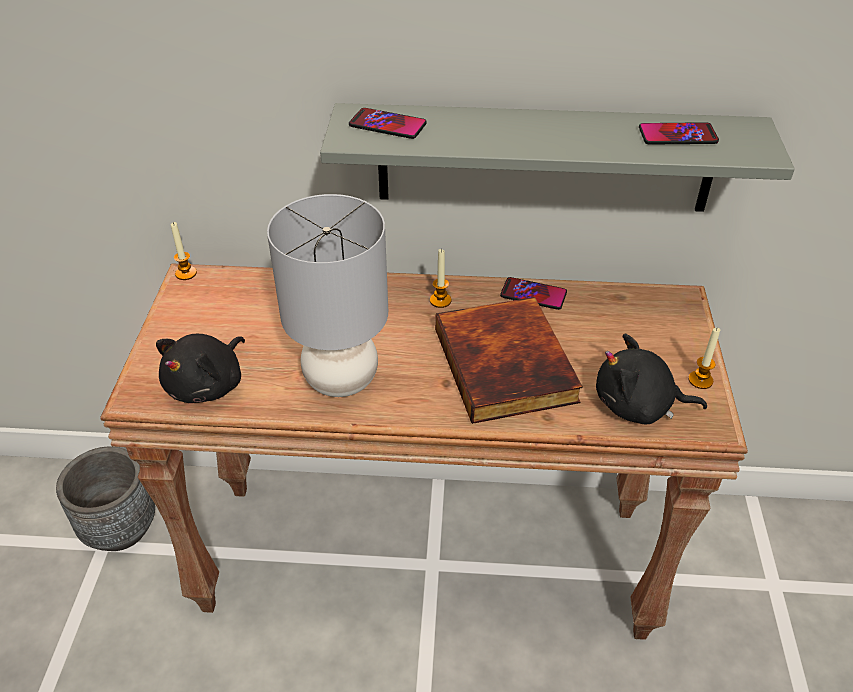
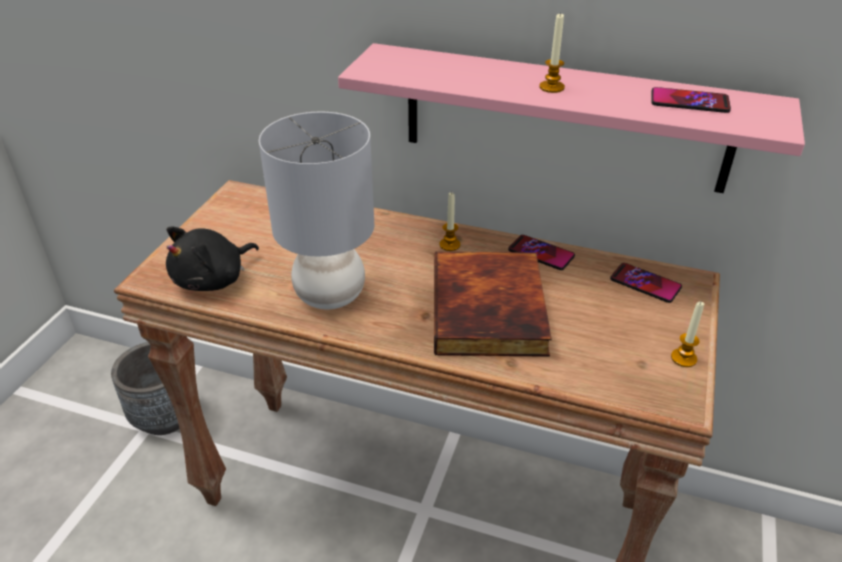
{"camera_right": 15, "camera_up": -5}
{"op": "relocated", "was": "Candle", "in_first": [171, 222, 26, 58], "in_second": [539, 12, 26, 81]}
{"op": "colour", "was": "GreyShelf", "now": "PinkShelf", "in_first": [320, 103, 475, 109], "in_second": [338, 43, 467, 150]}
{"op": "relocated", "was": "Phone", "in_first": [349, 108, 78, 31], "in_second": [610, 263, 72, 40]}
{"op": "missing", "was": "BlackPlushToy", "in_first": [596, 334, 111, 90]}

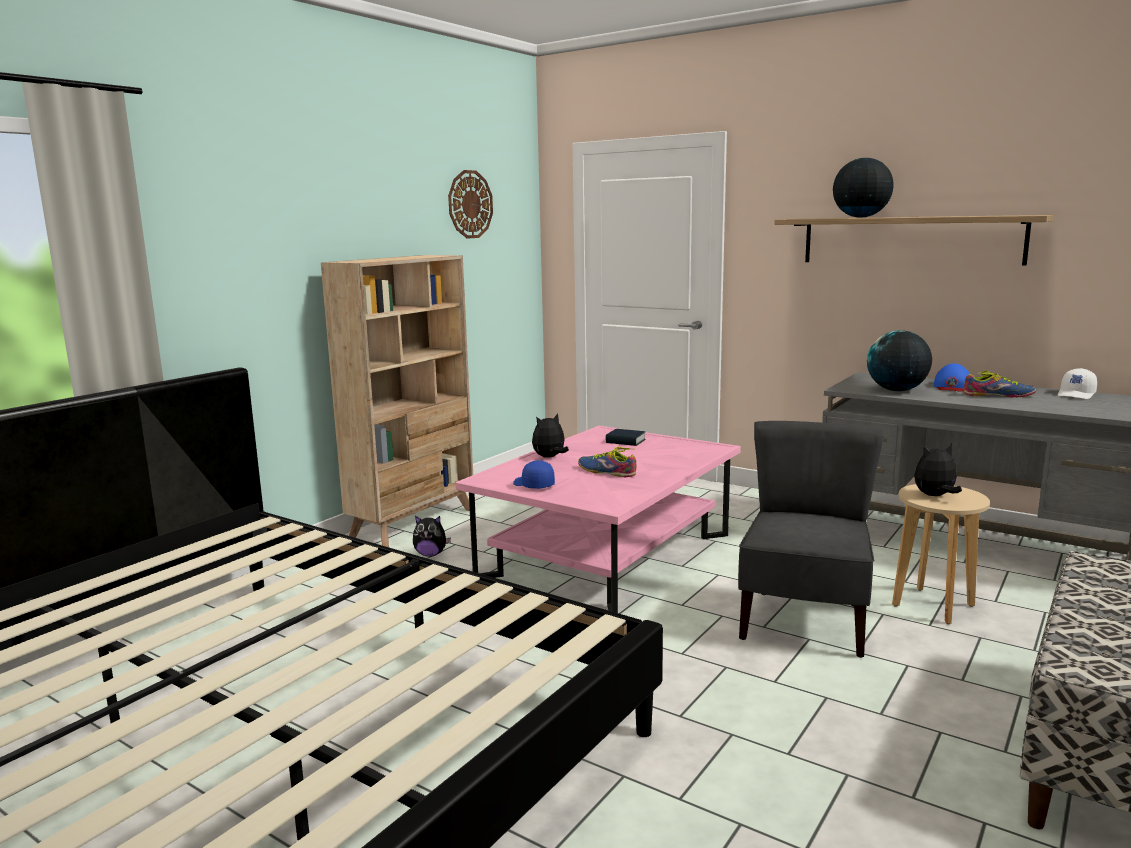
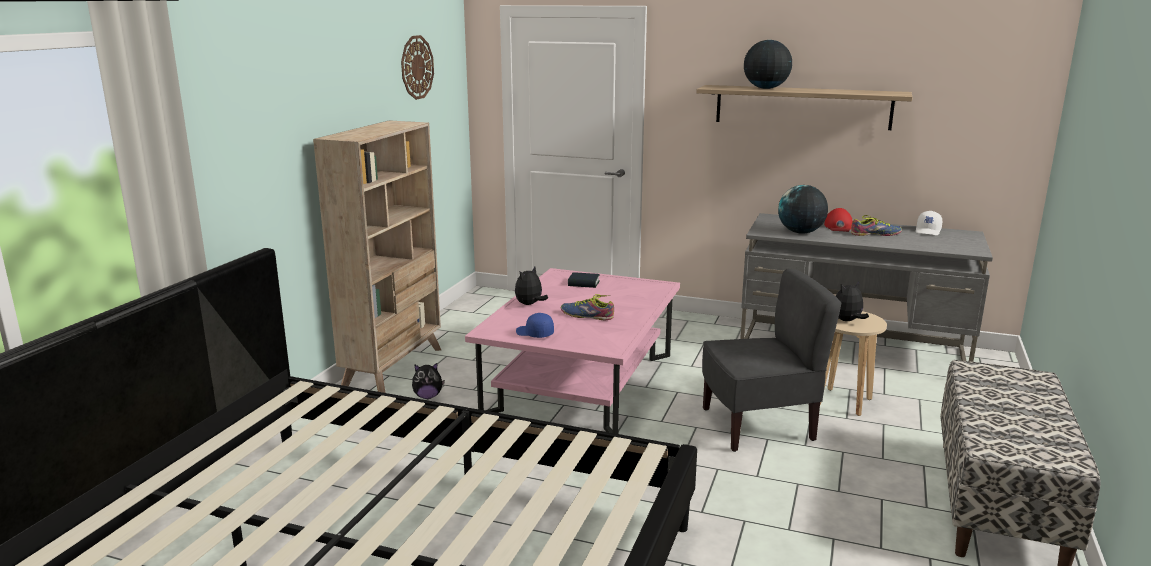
{"camera_right": -15, "camera_up": 5}
{"op": "spun", "was": "GreyChair", "in_first": [738, 421, 146, 237], "in_second": [702, 269, 139, 183], "clockwise": 75}
{"op": "colour", "was": "BlueCap", "now": "RedCap", "in_first": [934, 363, 36, 29], "in_second": [824, 208, 29, 24]}

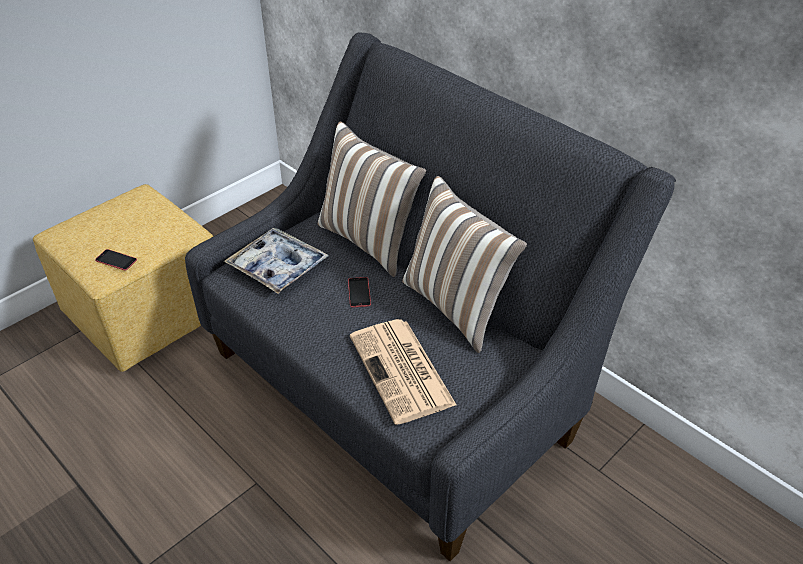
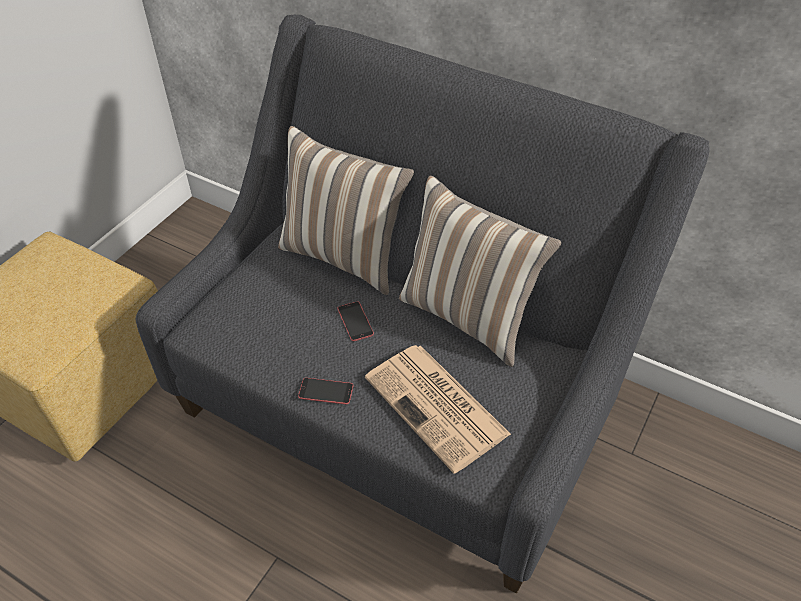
{"camera_right": -15, "camera_up": 5}
{"op": "relocated", "was": "Phone", "in_first": [95, 249, 42, 21], "in_second": [298, 378, 55, 26]}
{"op": "missing", "was": "Tray", "in_first": [224, 228, 105, 66]}

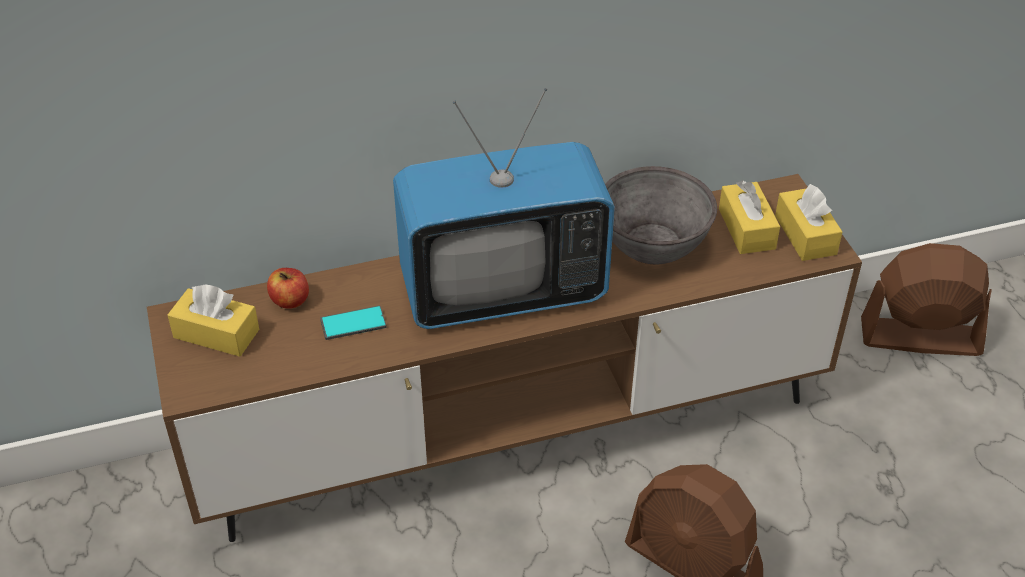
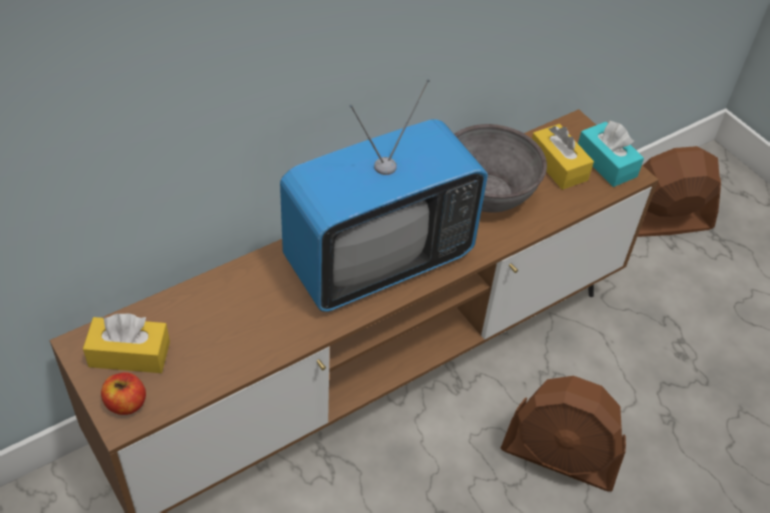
{"camera_right": -20, "camera_up": 5}
{"op": "relocated", "was": "Apple", "in_first": [267, 268, 42, 41], "in_second": [101, 373, 45, 42]}
{"op": "missing", "was": "Phone", "in_first": [320, 306, 67, 34]}
{"op": "colour", "was": "YellowTissueBox", "now": "TurquoiseTissueBox", "in_first": [775, 184, 67, 77], "in_second": [578, 120, 66, 67]}

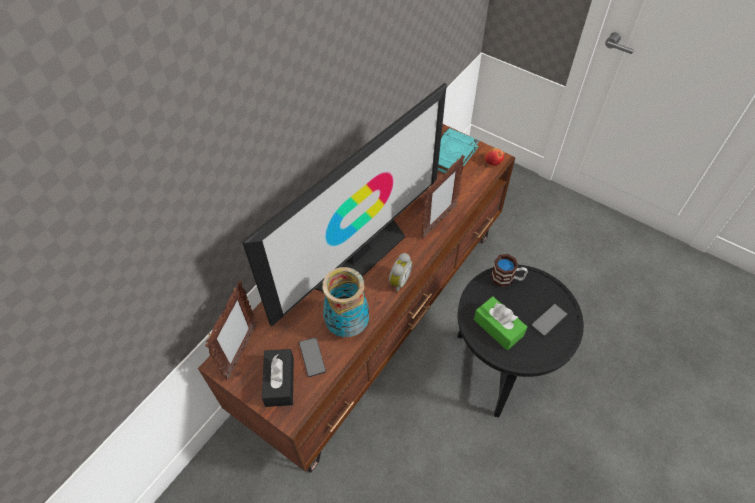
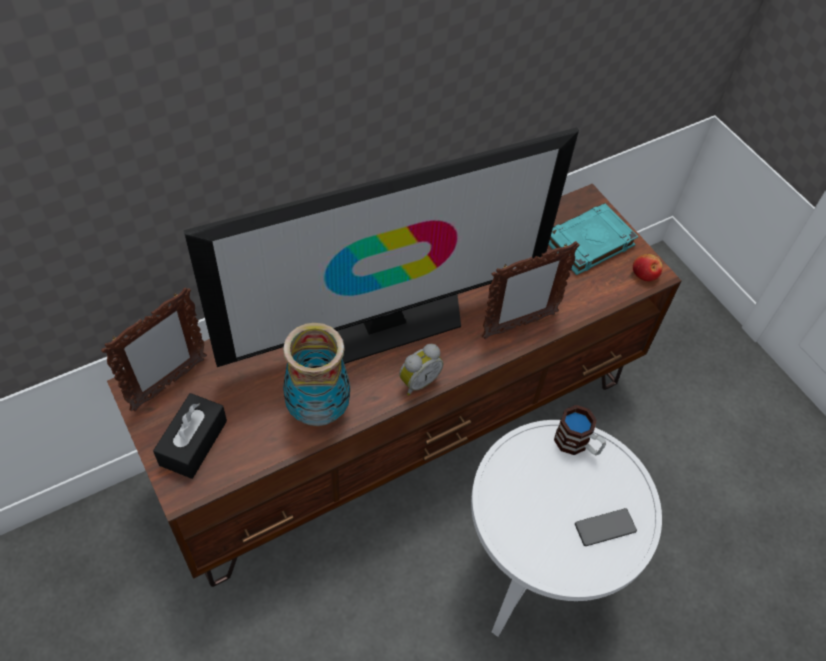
{"camera_right": 20, "camera_up": 0}
{"op": "missing", "was": "Phone", "in_first": [299, 337, 27, 40]}
{"op": "colour", "was": "BlackSideTable", "now": "WhiteSideTable", "in_first": [457, 265, 127, 152], "in_second": [471, 420, 191, 217]}
{"op": "missing", "was": "GreenTissueBox", "in_first": [474, 296, 53, 54]}

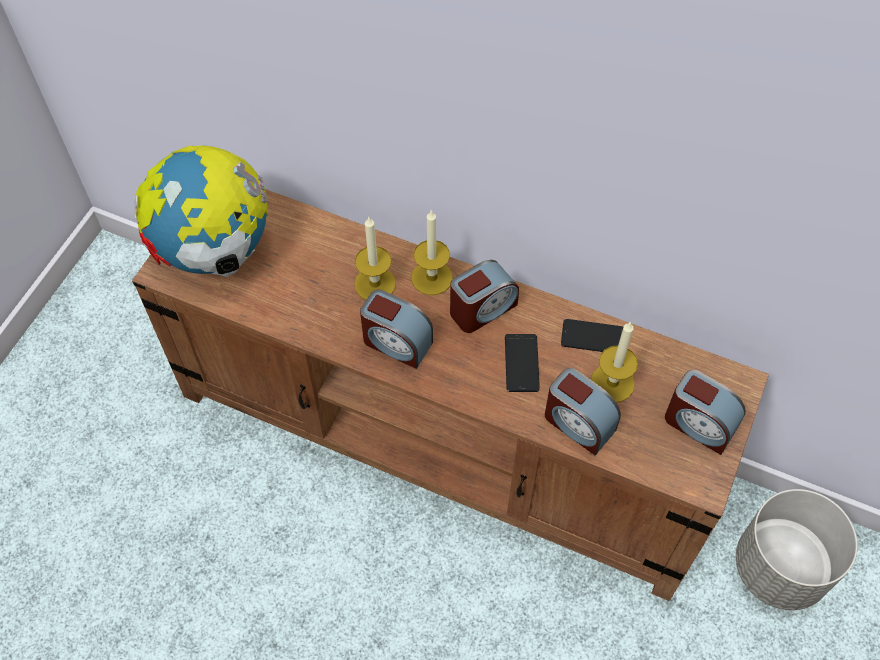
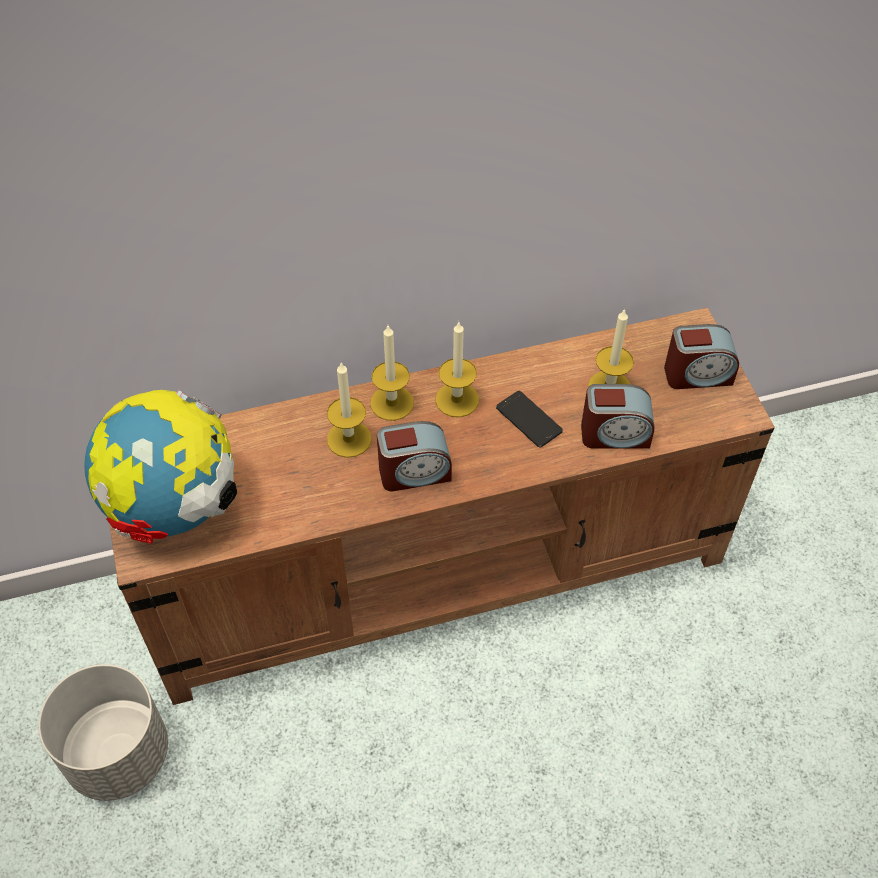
{"camera_right": -40, "camera_up": -5}
{"op": "exchanged", "was": "AlarmClock", "now": "Candle", "in_first": [450, 260, 69, 73], "in_second": [435, 321, 44, 96]}
{"op": "missing", "was": "Phone", "in_first": [561, 319, 63, 33]}
{"op": "relocated", "was": "GreyPlanter", "in_first": [736, 489, 122, 121], "in_second": [38, 664, 130, 137]}

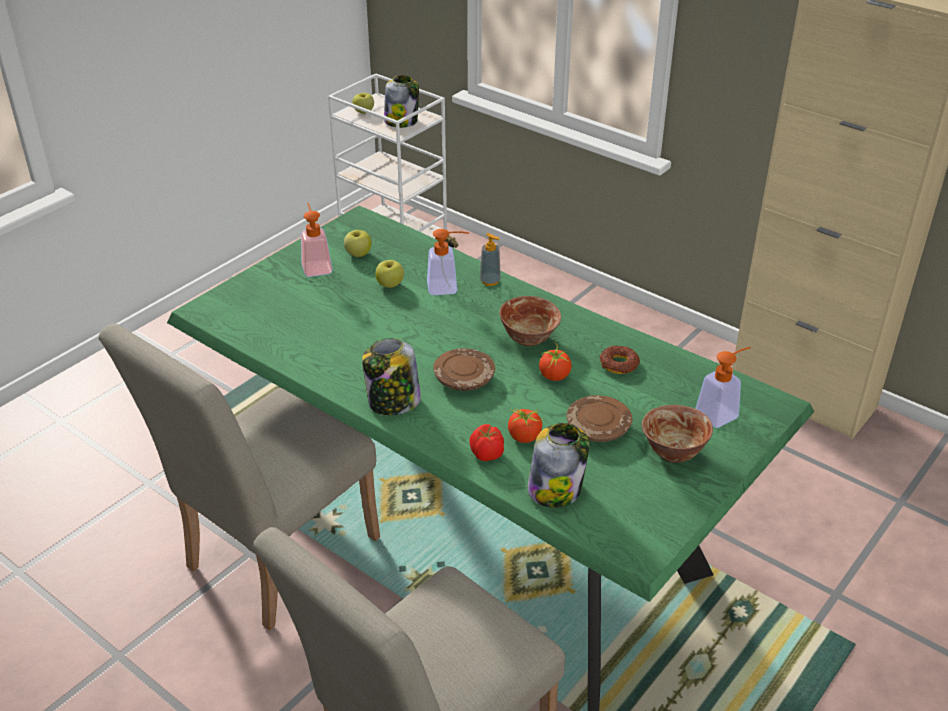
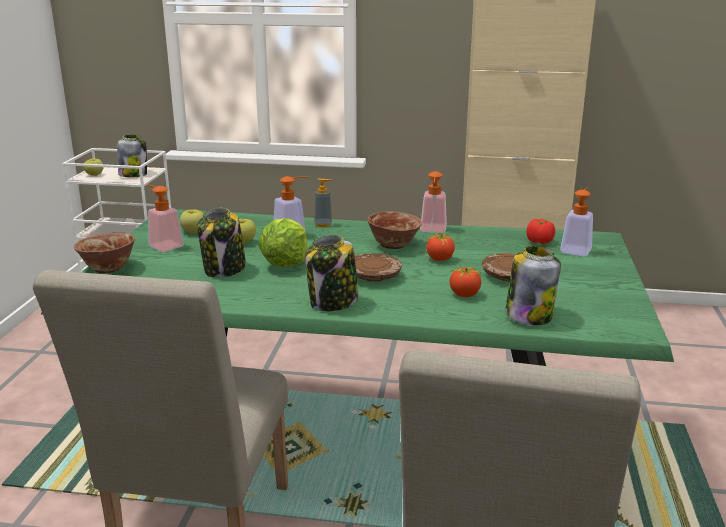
{"camera_right": -30, "camera_up": -15}
{"op": "relocated", "was": "Tomato", "in_first": [469, 424, 35, 37], "in_second": [526, 219, 29, 25]}
{"op": "missing", "was": "Donut", "in_first": [600, 346, 40, 28]}
{"op": "relocated", "was": "Bowl", "in_first": [642, 405, 71, 58], "in_second": [74, 233, 61, 40]}
{"op": "appeared", "now": "Jar", "in_second": [197, 208, 49, 70]}
{"op": "appeared", "now": "Lettuce", "in_second": [258, 218, 50, 49]}
{"op": "appeared", "now": "SoapDispenser", "in_second": [420, 171, 27, 62]}

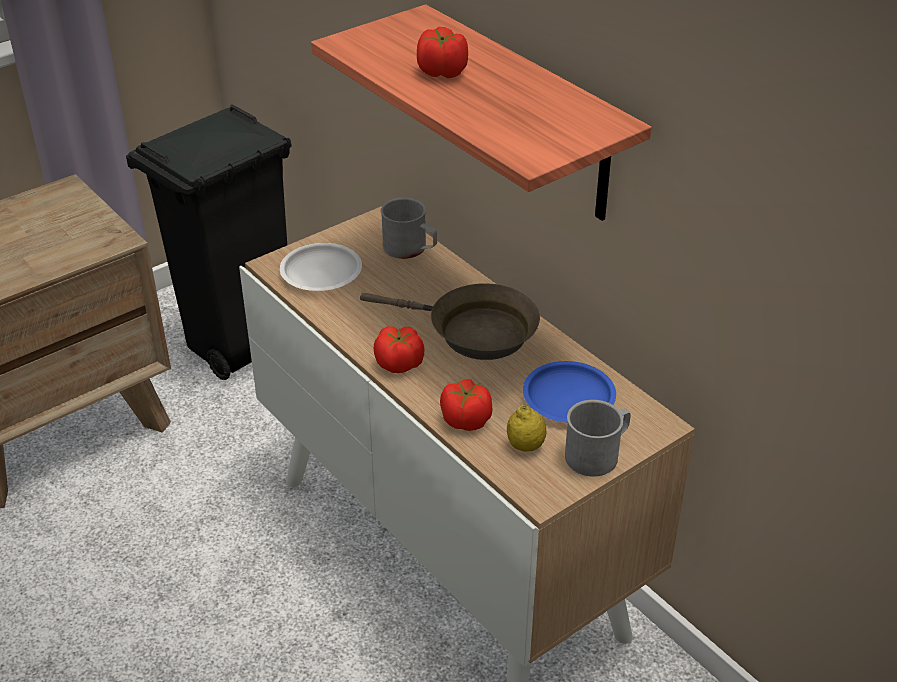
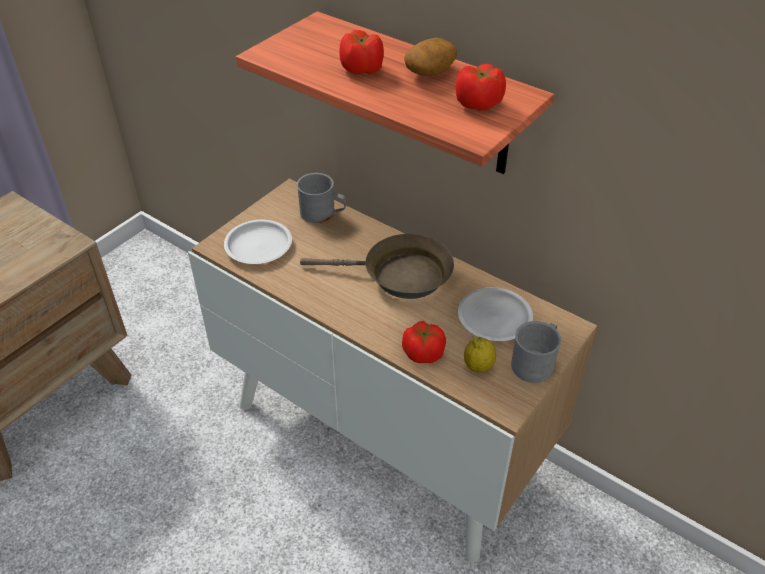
{"camera_right": -15, "camera_up": 5}
{"op": "missing", "was": "BlackTrashCan", "in_first": [126, 104, 166, 276]}
{"op": "relocated", "was": "Tomato", "in_first": [373, 326, 51, 47], "in_second": [456, 64, 50, 47]}
{"op": "colour", "was": "BluePlate", "now": "WhitePlate", "in_first": [523, 361, 93, 62], "in_second": [458, 287, 75, 54]}
{"op": "appeared", "now": "Potato", "in_second": [404, 38, 53, 38]}

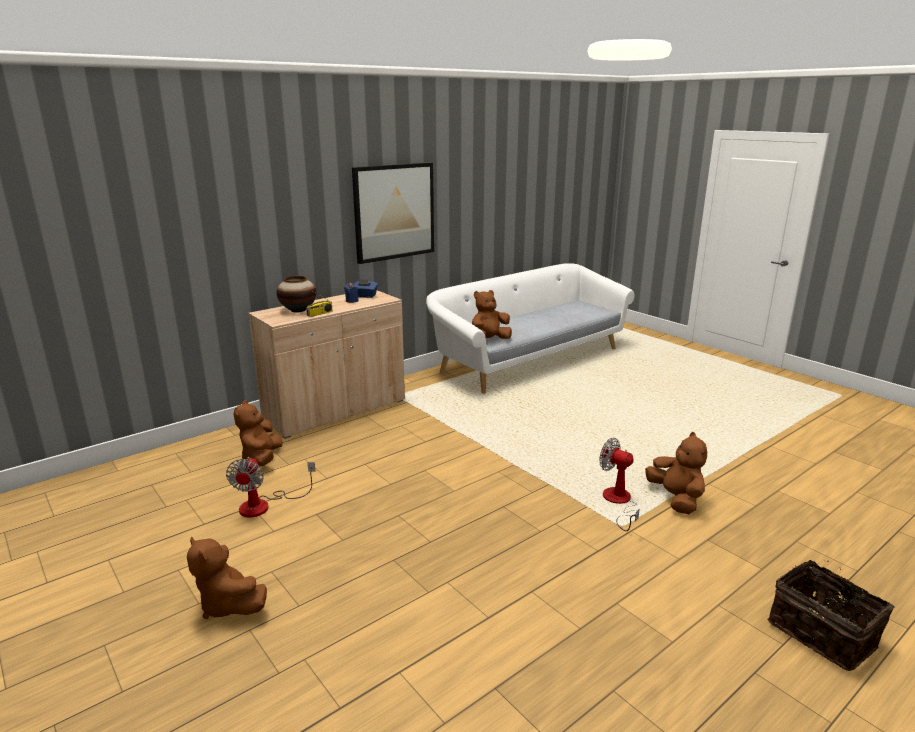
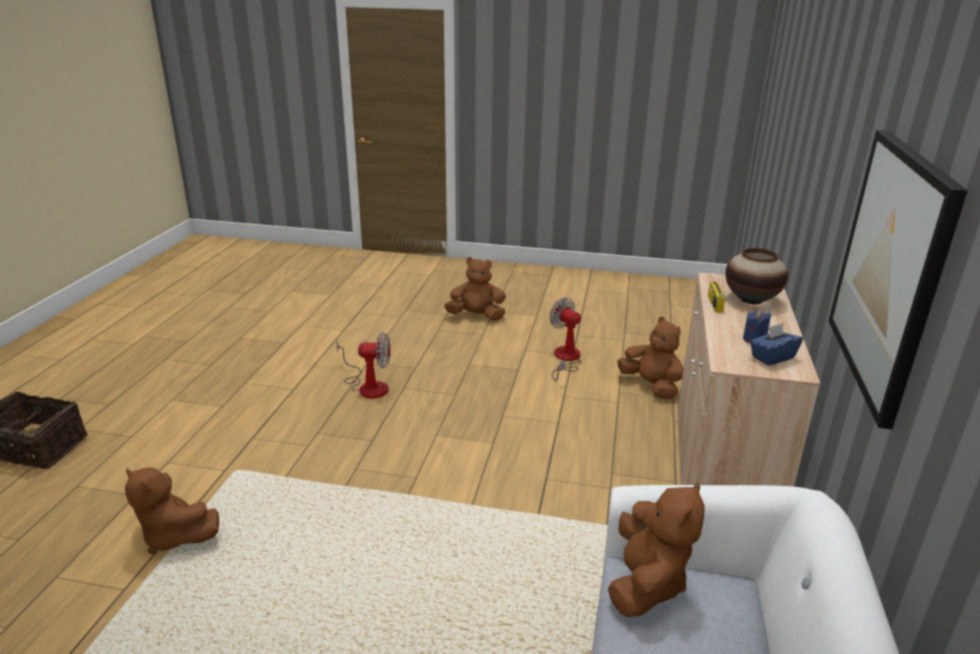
{"camera_right": 140, "camera_up": 5}
{"op": "relocated", "was": "Fan", "in_first": [600, 438, 40, 93], "in_second": [336, 332, 54, 67]}

